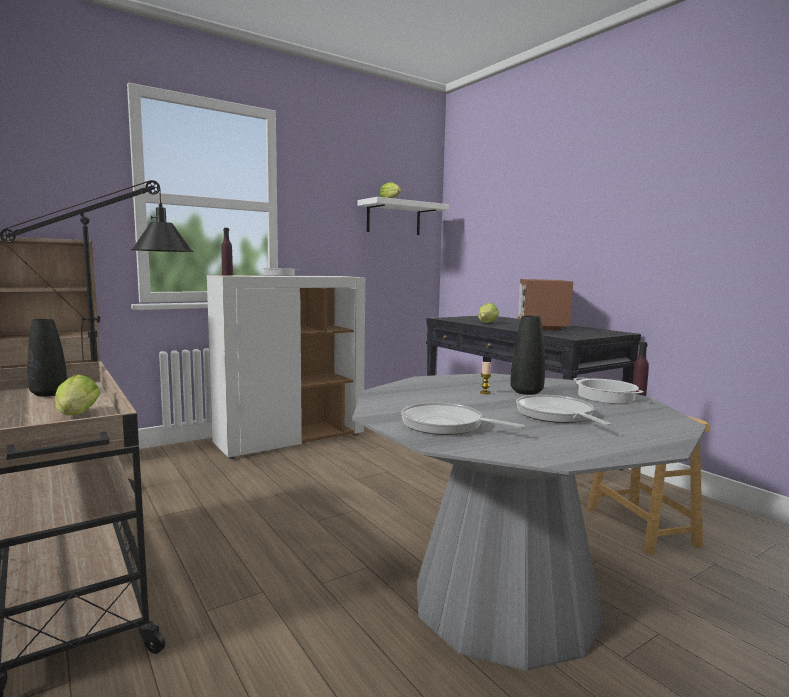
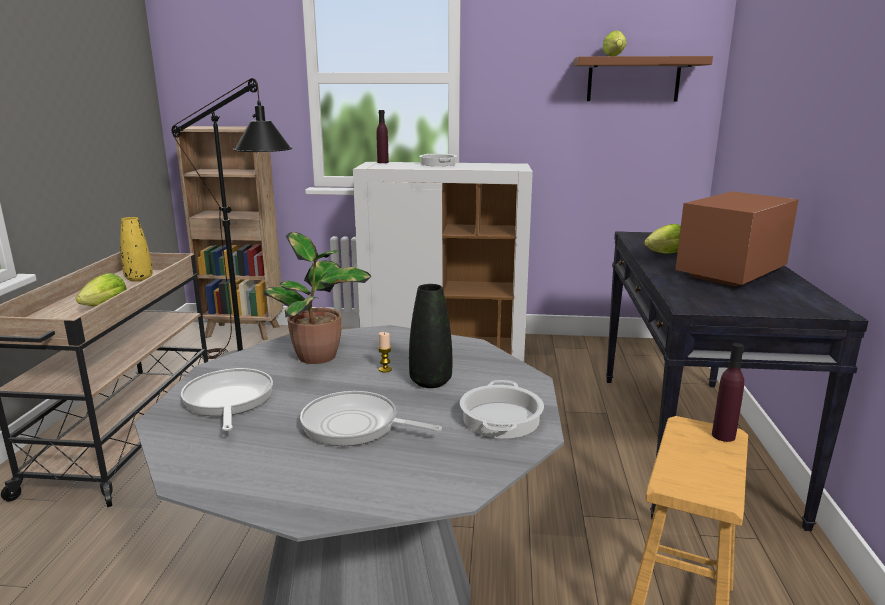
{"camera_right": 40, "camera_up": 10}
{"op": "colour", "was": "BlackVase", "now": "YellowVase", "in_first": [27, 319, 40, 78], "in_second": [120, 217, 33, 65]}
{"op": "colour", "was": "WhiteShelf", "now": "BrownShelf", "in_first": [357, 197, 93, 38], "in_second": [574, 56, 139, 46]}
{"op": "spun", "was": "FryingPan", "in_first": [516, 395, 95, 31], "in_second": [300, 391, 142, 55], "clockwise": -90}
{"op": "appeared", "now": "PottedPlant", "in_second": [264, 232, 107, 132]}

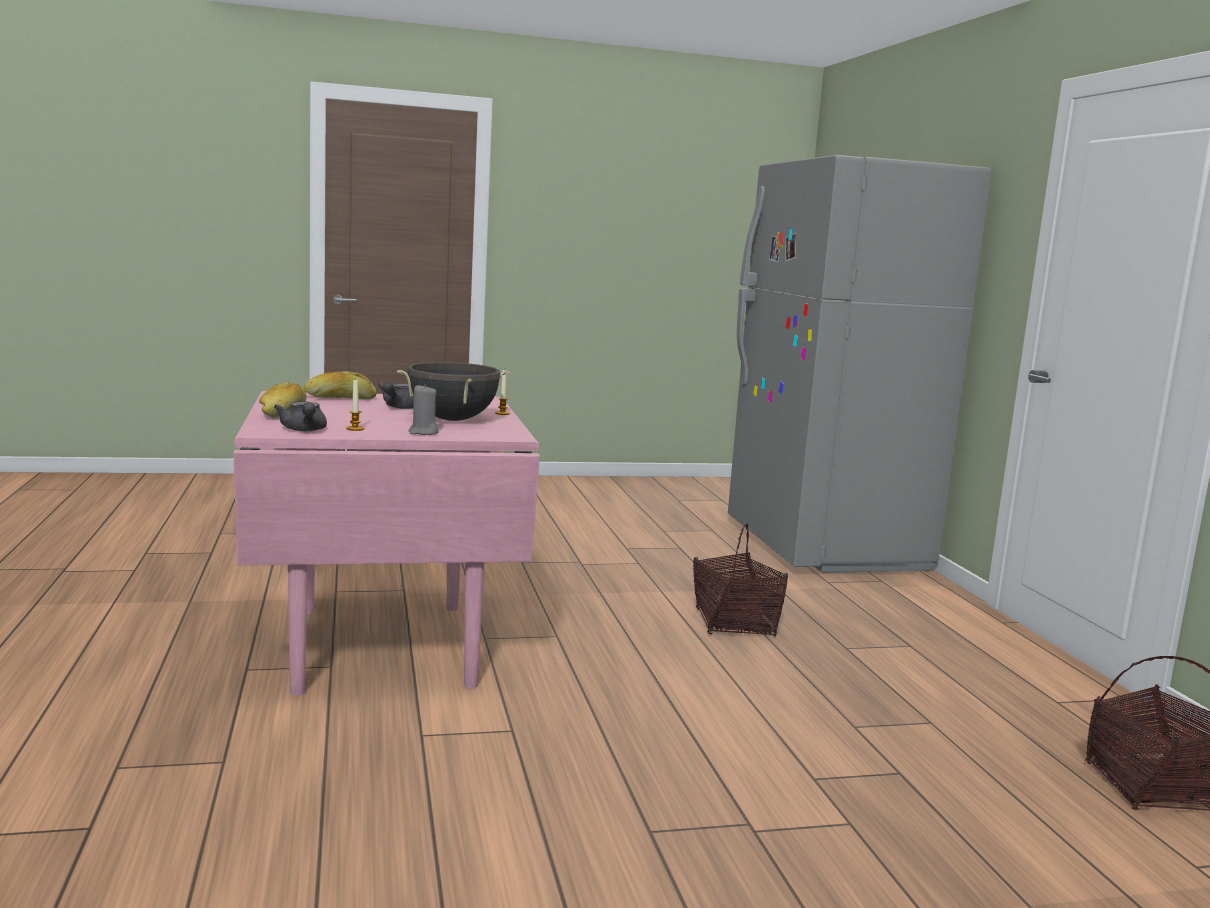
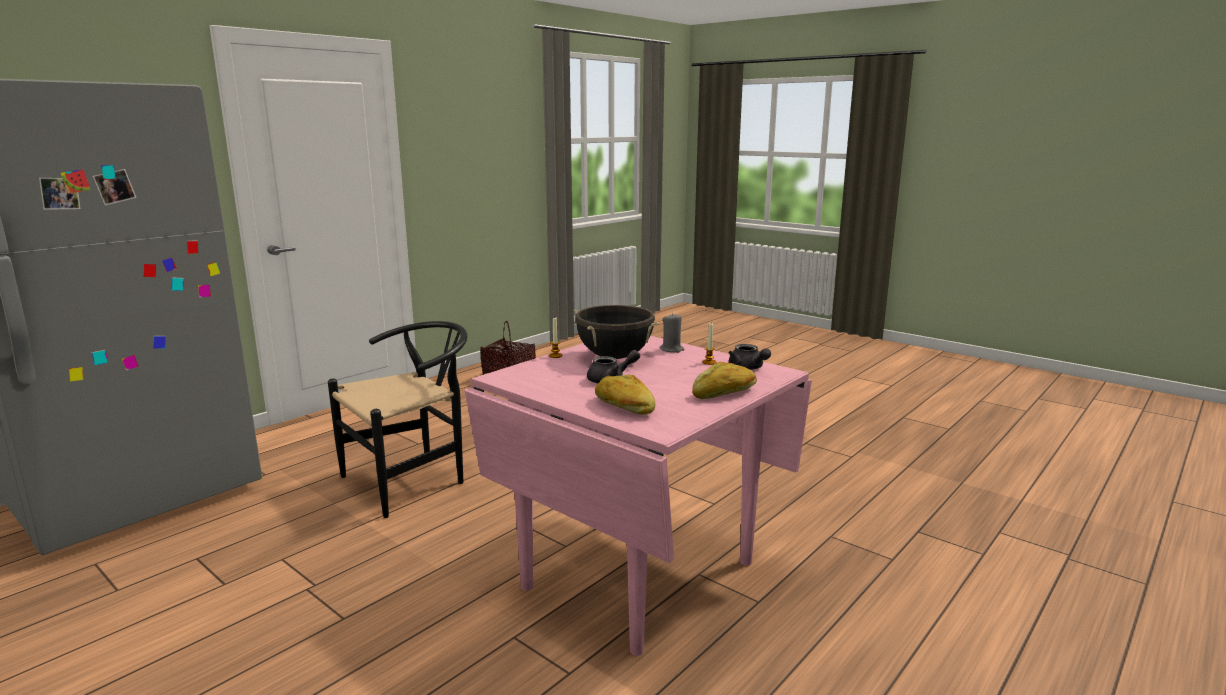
{"camera_right": -125, "camera_up": 5}
{"op": "spun", "was": "GreyTeapot", "in_first": [274, 402, 53, 29], "in_second": [728, 344, 43, 26], "clockwise": 120}
{"op": "exchanged", "was": "Basket", "now": "BlackChair", "in_first": [693, 523, 95, 114], "in_second": [328, 321, 139, 197]}

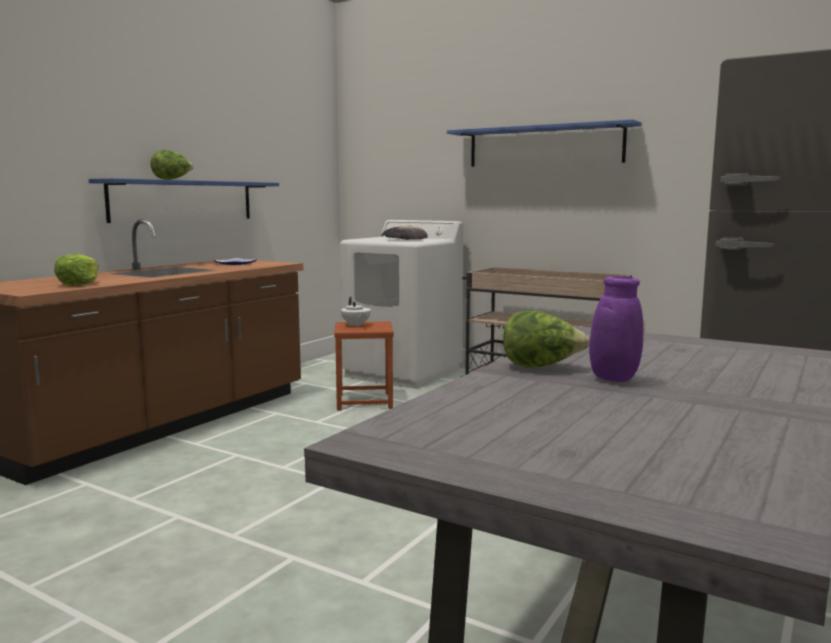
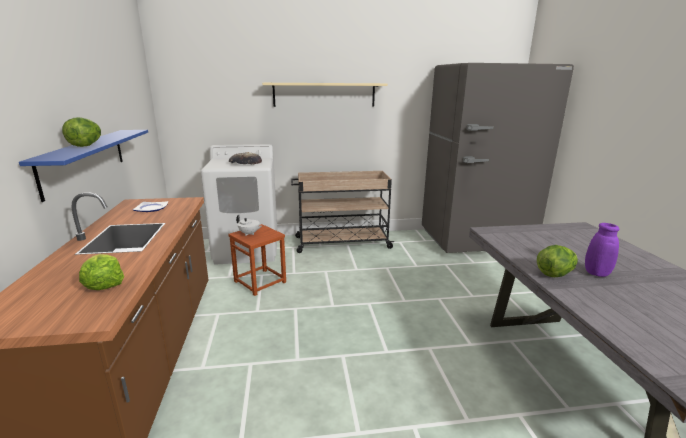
{"camera_right": -40, "camera_up": 10}
{"op": "colour", "was": "BlueShelf", "now": "BeigeShelf", "in_first": [447, 119, 195, 48], "in_second": [262, 83, 126, 24]}

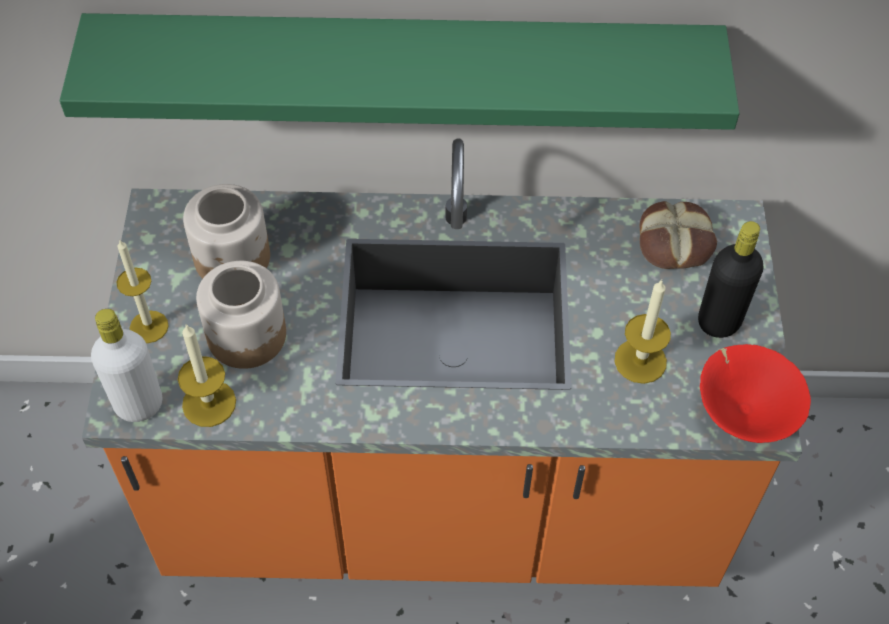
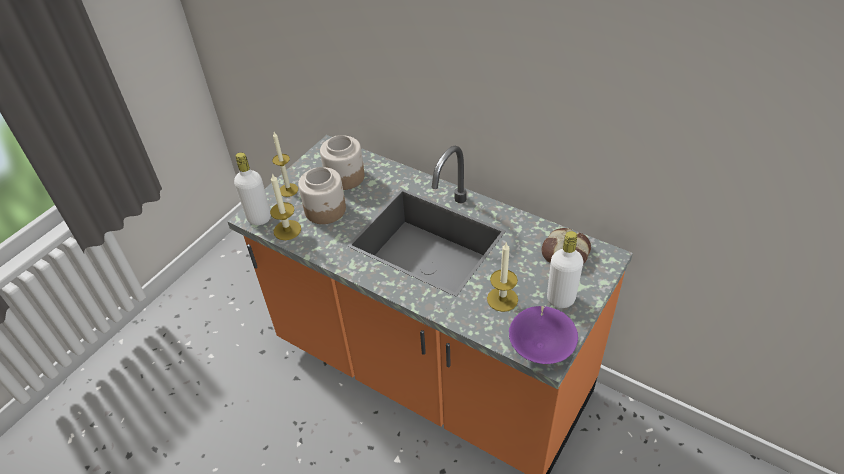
{"camera_right": 35, "camera_up": -10}
{"op": "missing", "was": "GreenShelf", "in_first": [60, 13, 680, 117]}
{"op": "colour", "was": "BlackBottle", "now": "WhiteBottle", "in_first": [698, 221, 66, 117], "in_second": [547, 231, 36, 77]}
{"op": "colour", "was": "RedBowl", "now": "PurpleBowl", "in_first": [700, 344, 111, 99], "in_second": [509, 306, 69, 58]}

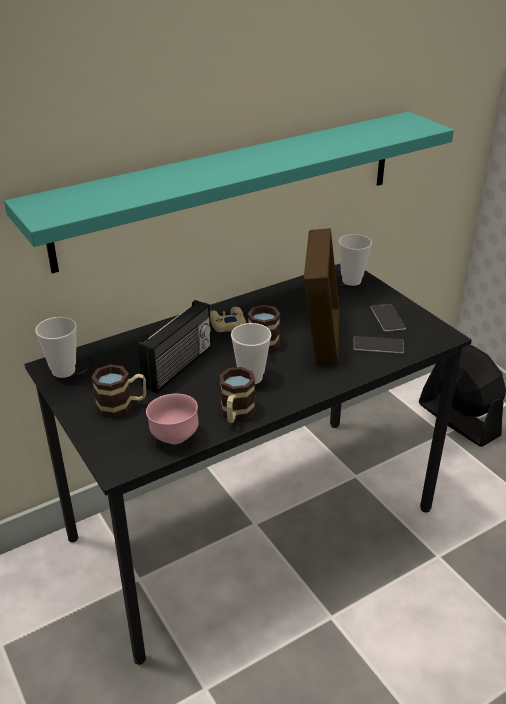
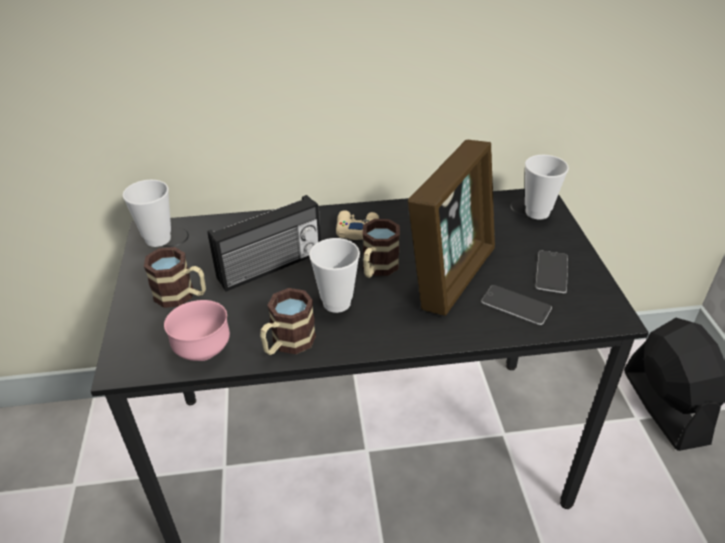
{"camera_right": 25, "camera_up": 5}
{"op": "missing", "was": "TurquoiseShelf", "in_first": [4, 112, 450, 162]}

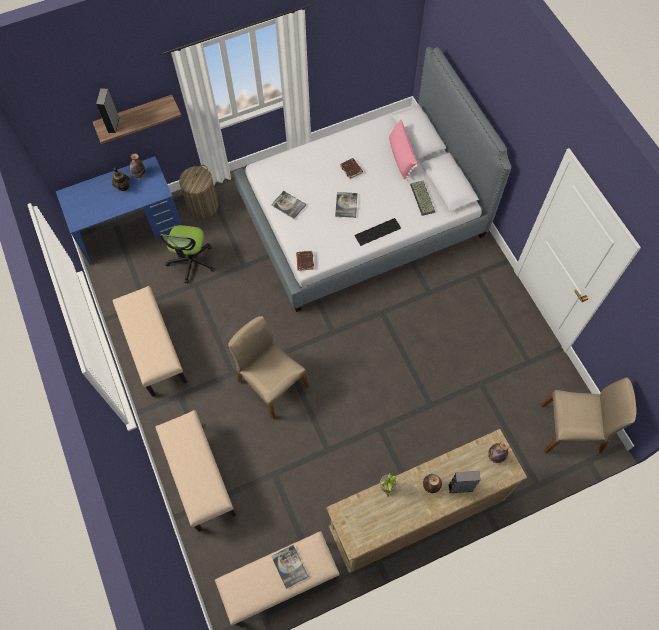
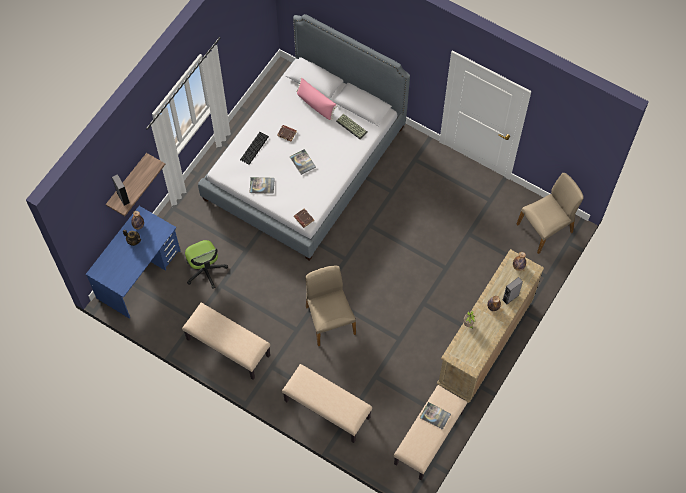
{"camera_right": -35, "camera_up": 0}
{"op": "missing", "was": "LaundryBasket", "in_first": [179, 165, 39, 54]}
{"op": "spun", "was": "BeigeChair", "in_first": [228, 316, 81, 103], "in_second": [305, 266, 51, 80], "clockwise": 60}
{"op": "relocated", "was": "Keyboard", "in_first": [354, 218, 47, 28], "in_second": [240, 132, 29, 33]}

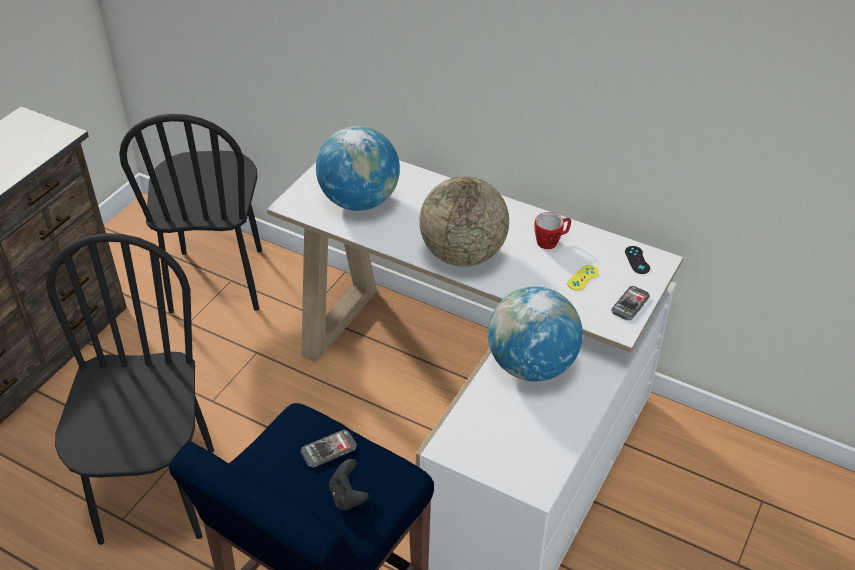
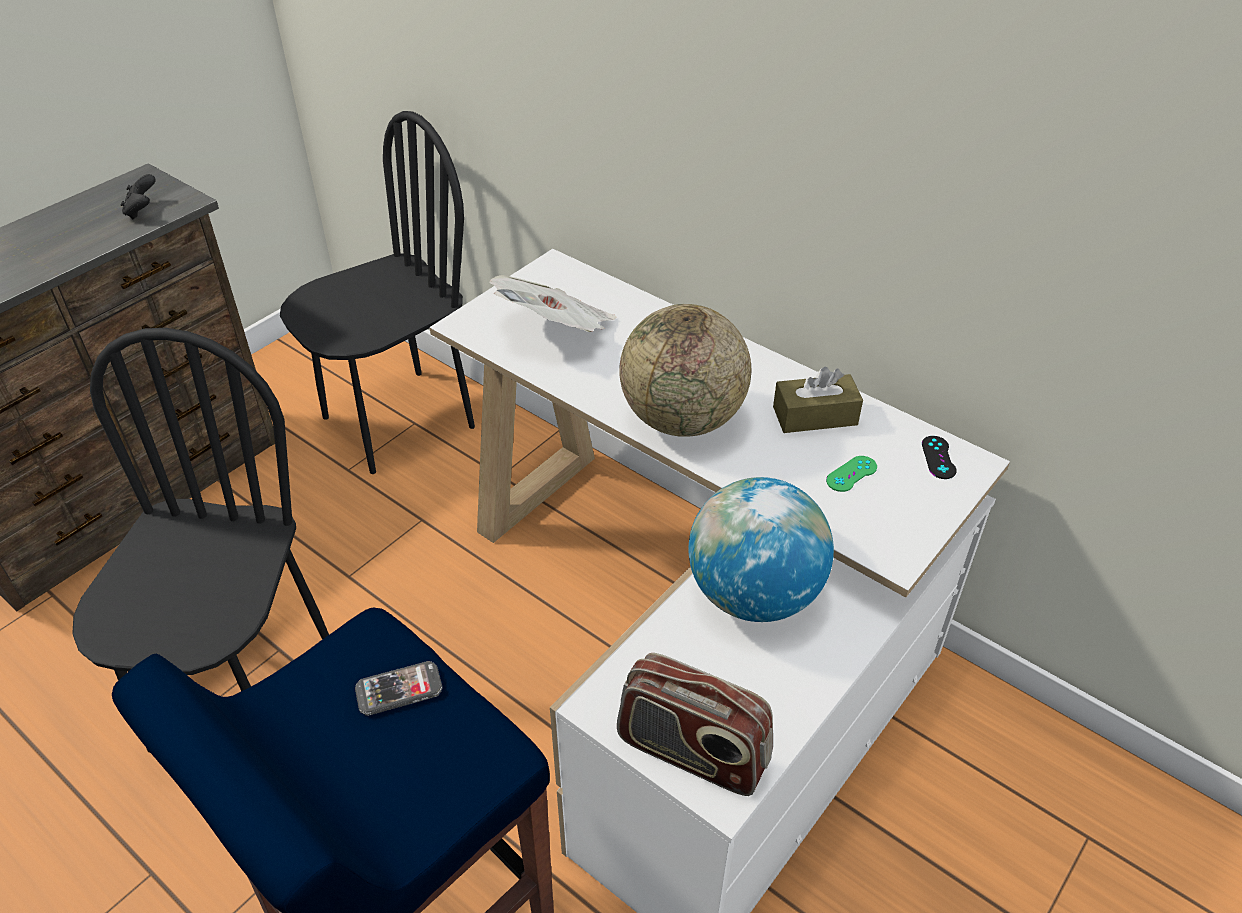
{"camera_right": 10, "camera_up": 0}
{"op": "spun", "was": "BlackChair", "in_first": [119, 114, 143, 199], "in_second": [280, 111, 195, 363], "clockwise": -135}
{"op": "exchanged", "was": "Globe", "now": "Newspaper", "in_first": [316, 126, 84, 85], "in_second": [489, 275, 127, 57]}
{"op": "relocated", "was": "BlackGameController", "in_first": [329, 459, 40, 52], "in_second": [121, 174, 35, 45]}
{"op": "exchanged", "was": "Mug", "now": "BrownTissueBox", "in_first": [534, 212, 37, 37], "in_second": [773, 367, 90, 66]}
{"op": "colour", "was": "YellowGameController", "now": "GreenGameController", "in_first": [567, 265, 32, 26], "in_second": [826, 456, 51, 36]}
{"op": "missing", "was": "Phone", "in_first": [611, 286, 39, 34]}
{"op": "appeared", "now": "Radio", "in_second": [617, 653, 156, 143]}

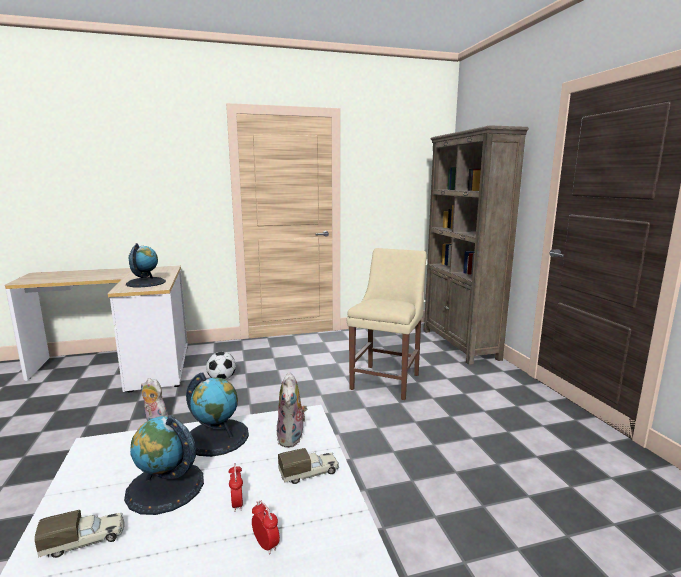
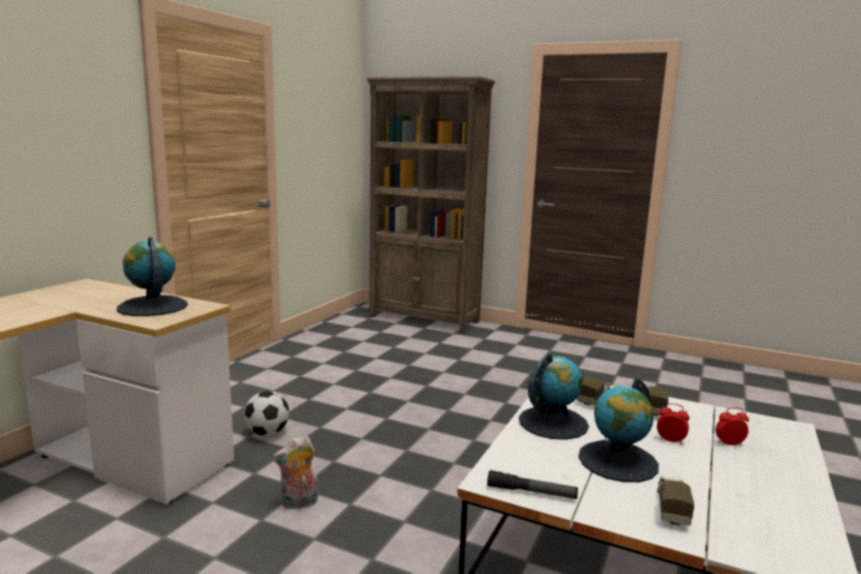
{"camera_right": -50, "camera_up": 0}
{"op": "exchanged", "was": "PlushToy", "now": "ToyTruck", "in_first": [277, 372, 30, 76], "in_second": [577, 377, 33, 29]}
{"op": "missing", "was": "BeigeChair", "in_first": [347, 248, 80, 152]}
{"op": "appeared", "now": "Flashlight", "in_second": [487, 470, 91, 29]}

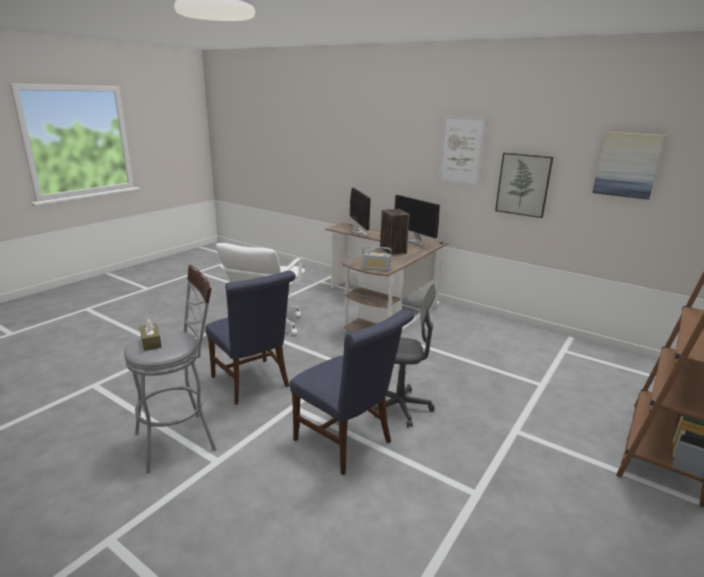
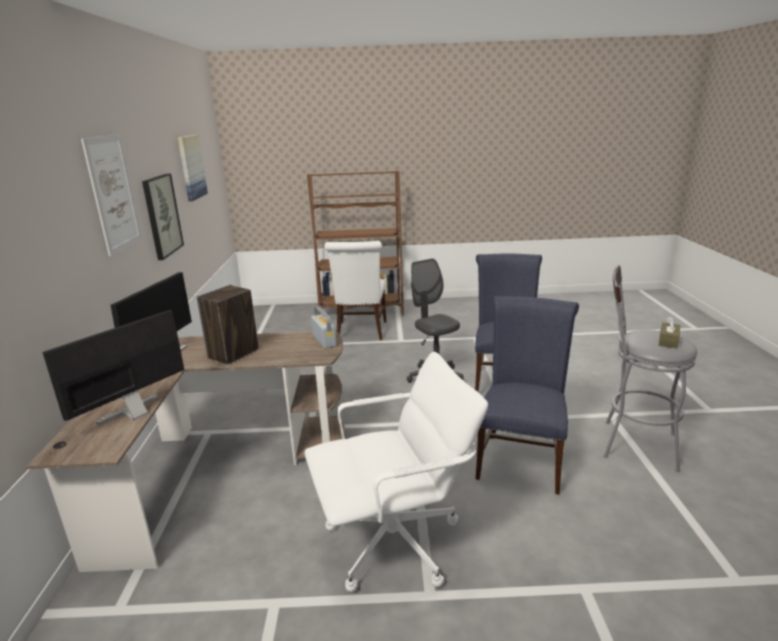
{"camera_right": -125, "camera_up": 0}
{"op": "appeared", "now": "WhiteChair", "in_second": [324, 241, 62, 99]}

